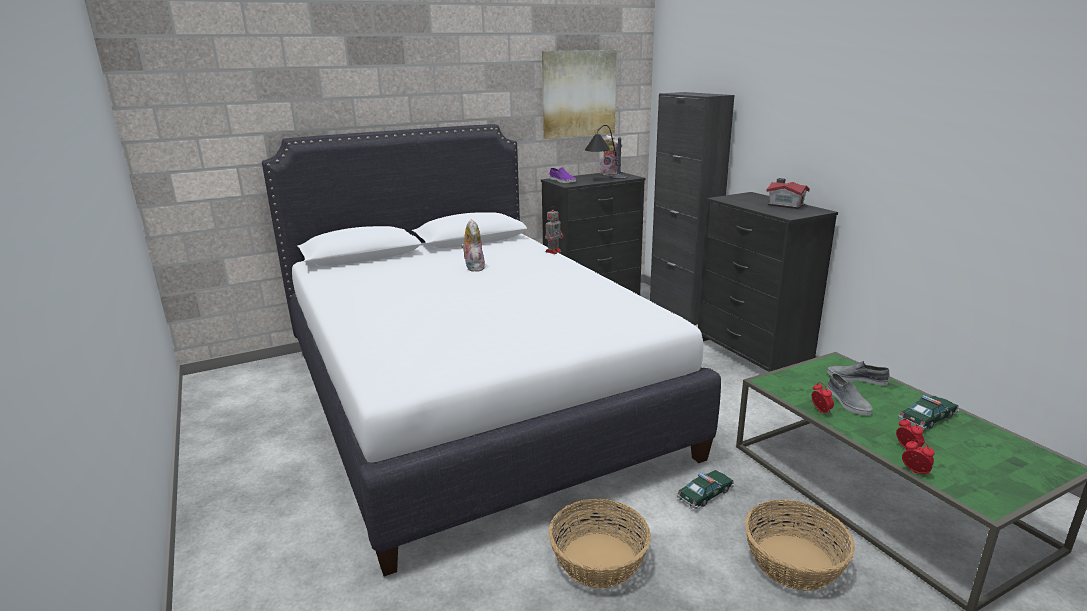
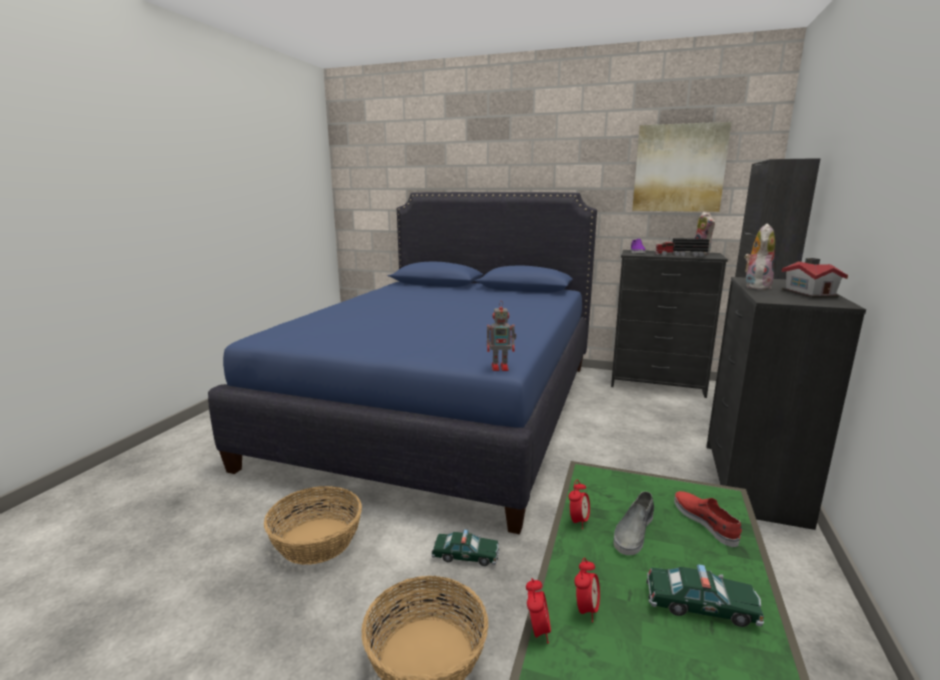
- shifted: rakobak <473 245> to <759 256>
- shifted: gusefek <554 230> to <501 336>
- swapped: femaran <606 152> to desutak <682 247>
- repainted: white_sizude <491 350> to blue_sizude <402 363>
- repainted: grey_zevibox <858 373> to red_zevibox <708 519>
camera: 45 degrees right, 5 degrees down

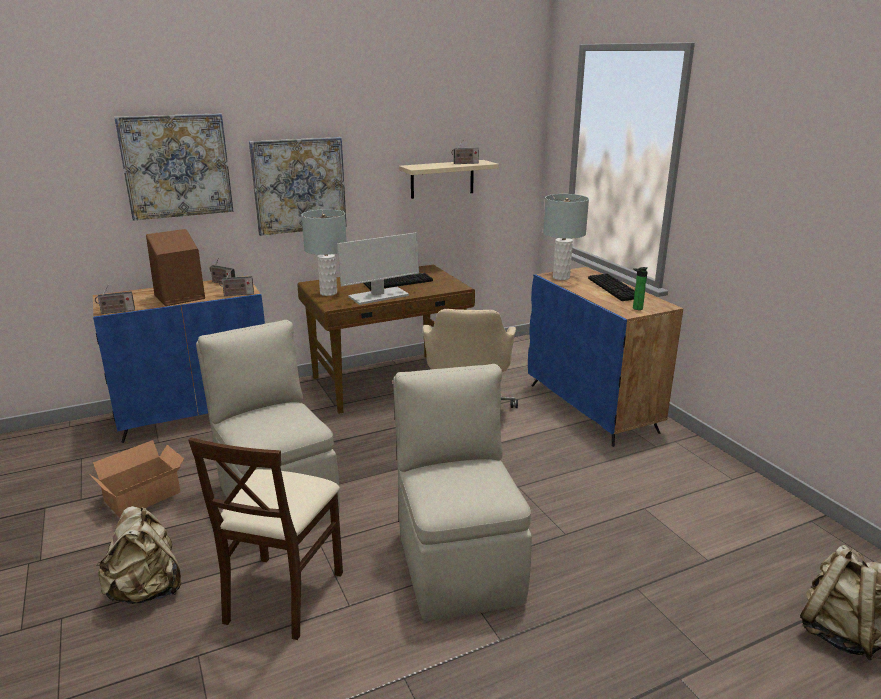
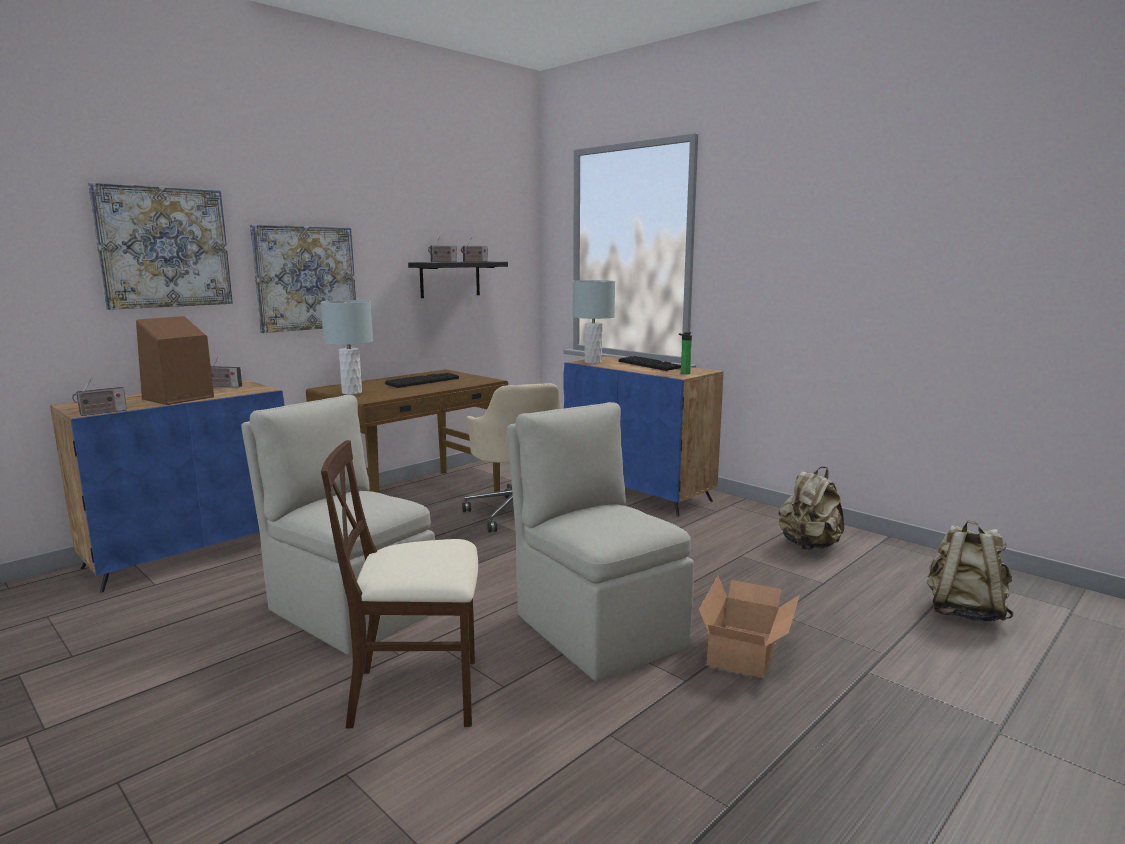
- gone: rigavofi <378 269>
- shifted: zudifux <136 479> to <749 627>
- shifted: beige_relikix <138 555> to <811 508>
- shifted: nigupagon <236 282> to <442 249>
- repainted: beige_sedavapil <449 179> to black_sedavapil <458 280>
- rotated: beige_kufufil <265 538> = <399 584> 90 degrees clockwise
camera: 20 degrees left, 10 degrees down

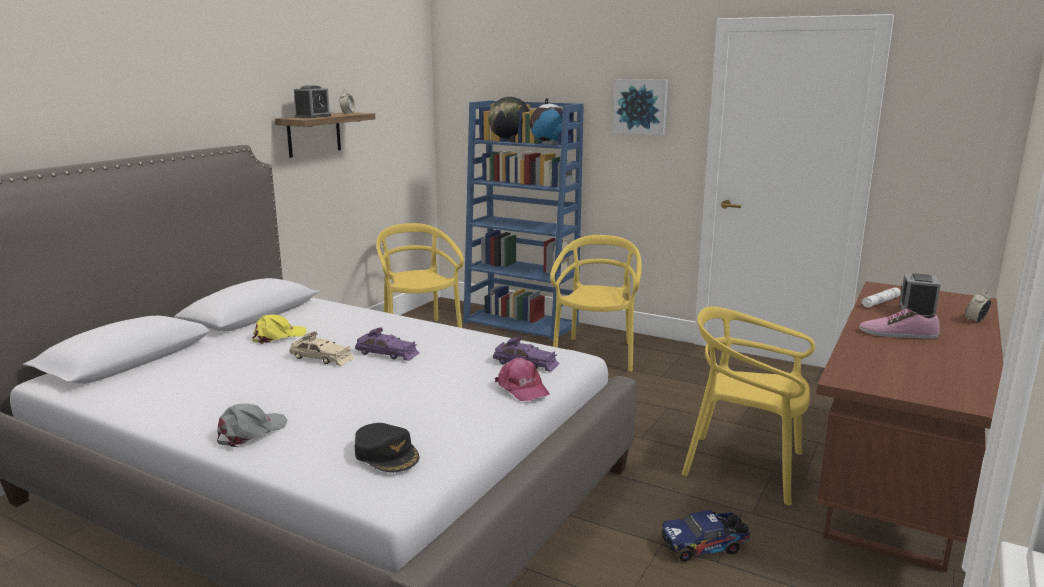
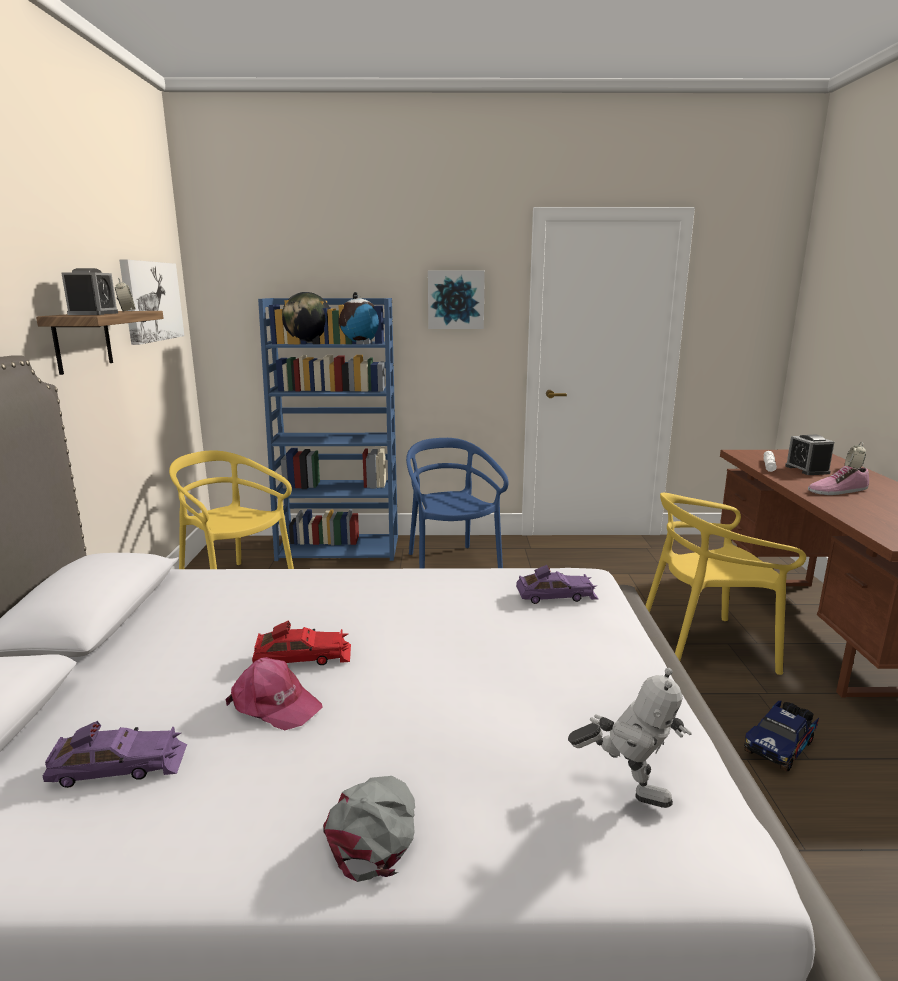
- gone: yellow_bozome <279 329>
- new: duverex <151 302>
- shifted: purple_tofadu <387 344> to <115 754>
- shifted: pink_bozome <522 379> to <273 693>
- swapped: black_bozome <387 447> to gusefek <630 738>
- repainted: beige_tofadu <322 348> to red_tofadu <301 643>
- repainted: yellow_kufufil <596 303> to blue_kufufil <457 503>
camera: 30 degrees left, 0 degrees up

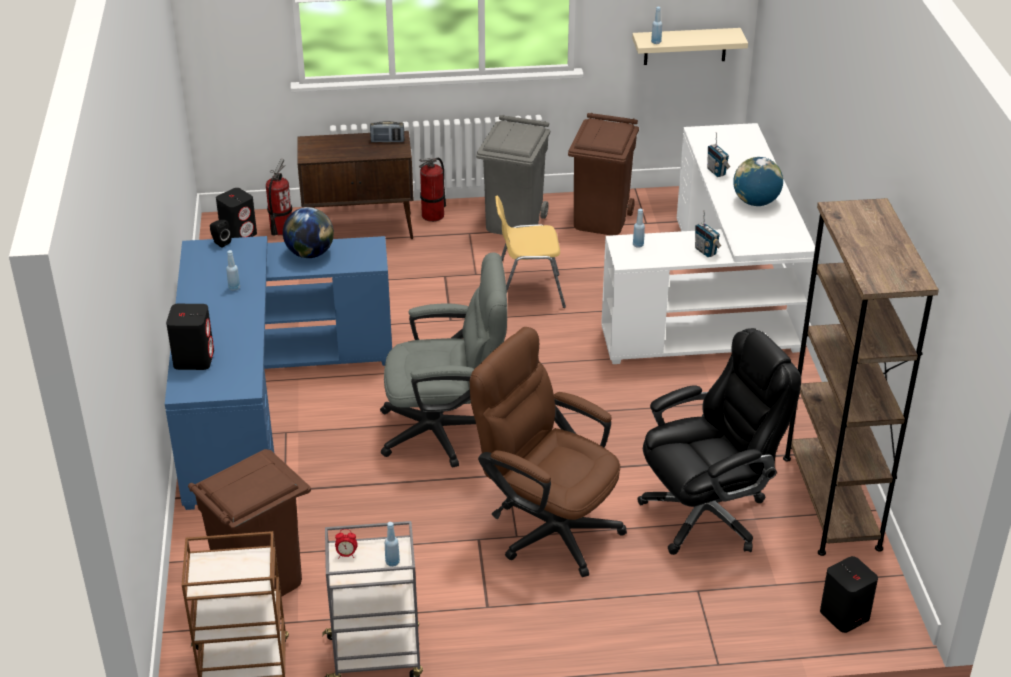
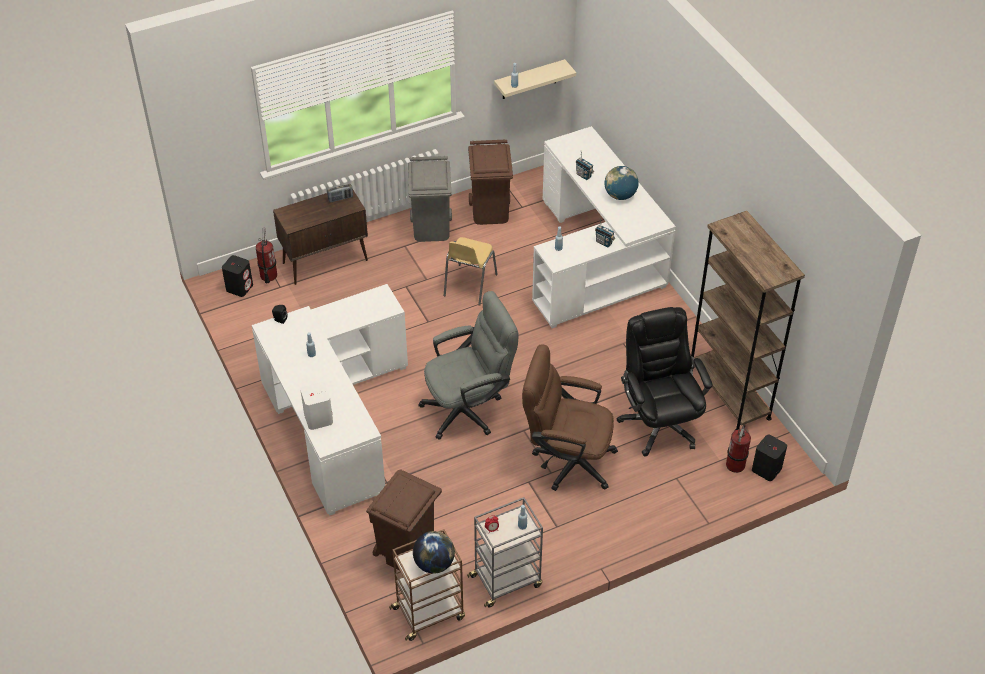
- shifted: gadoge <308 232> to <434 552>
- shifted: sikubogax <432 190> to <738 448>
- repainted: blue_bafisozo <278 373> to white_bafisozo <330 400>
- repainted: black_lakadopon <190 337> to white_lakadopon <316 406>
- rotated: yellow_kufufil <530 252> = <471 271> 45 degrees counterclockwise
- rotated: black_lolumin <719 441> = <665 381> 60 degrees counterclockwise
camera: 20 degrees left, 10 degrees up

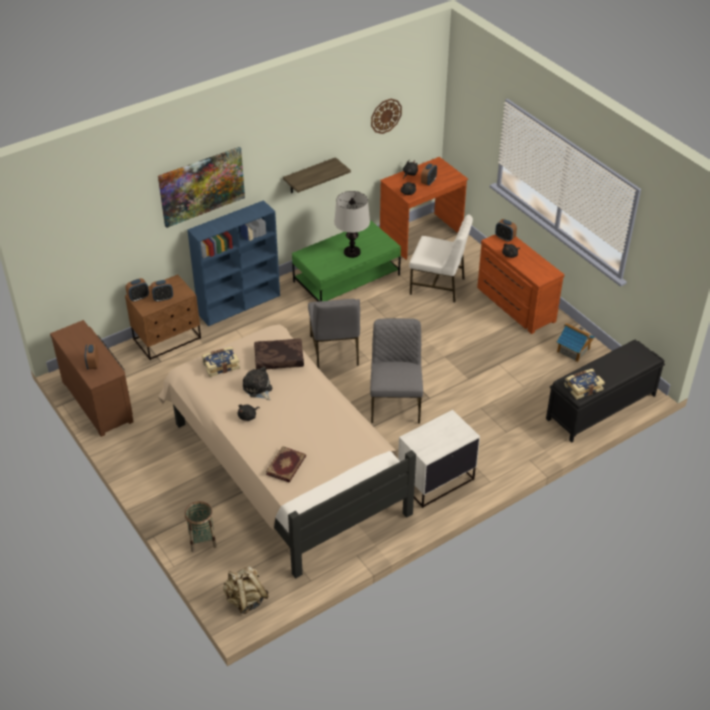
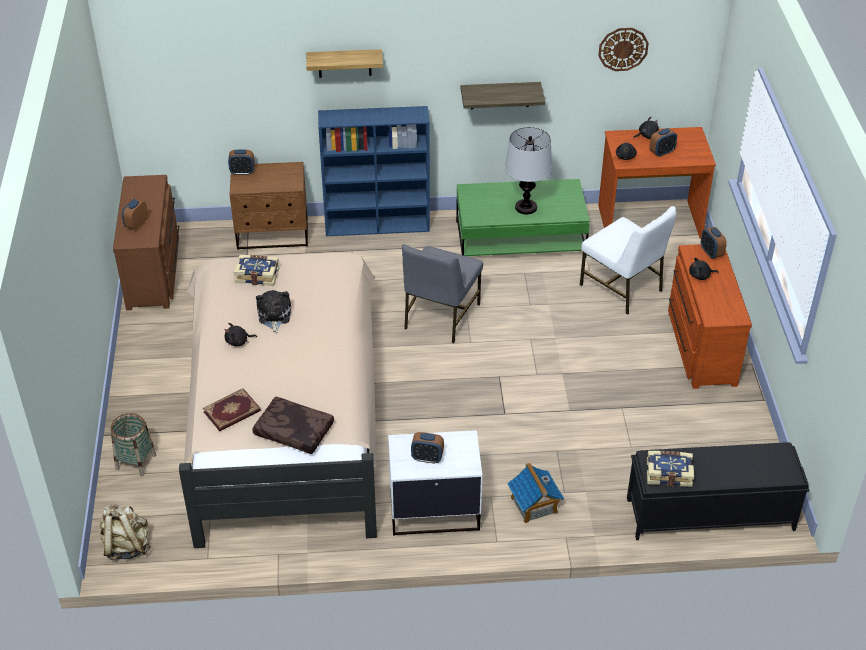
- gone: grey_kufufil <396 370>
- shifted: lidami <162 290> to <427 448>
- shifted: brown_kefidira <279 354> to <293 425>
- shifted: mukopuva <575 342> to <535 492>
- swapped: duverex <201 187> to sedavapil <344 63>
camera: 30 degrees right, 0 degrees up

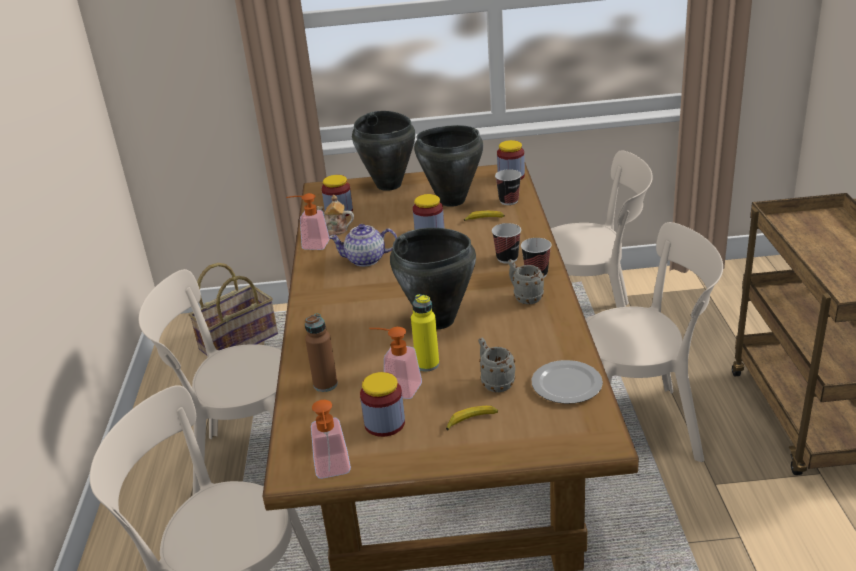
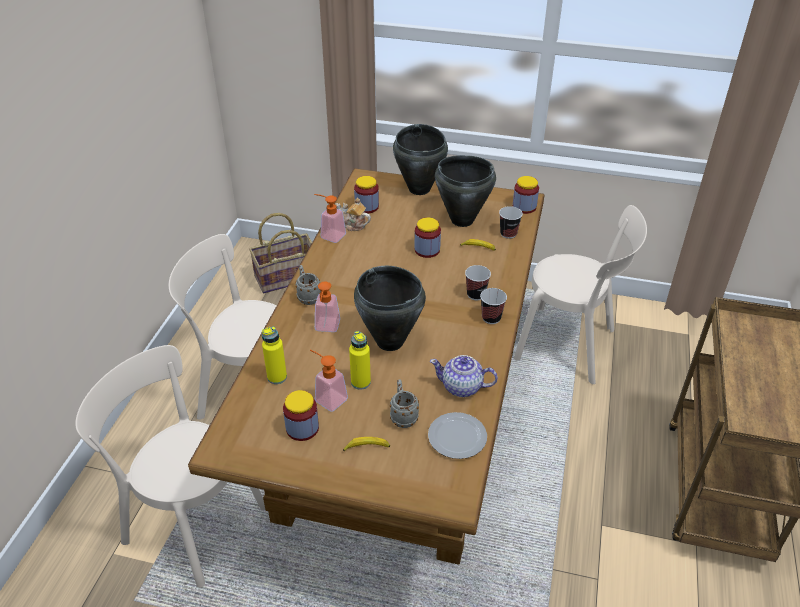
- gone: beige_kufufil <654 342>
- shifted: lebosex <331 439> to <327 306>
- shifted: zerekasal <362 245> to <464 376>
- shifted: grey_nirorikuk <526 281> to <308 285>
- repainted: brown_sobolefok <321 352> to yellow_sobolefok <274 355>
camera: 15 degrees right, 10 degrees up

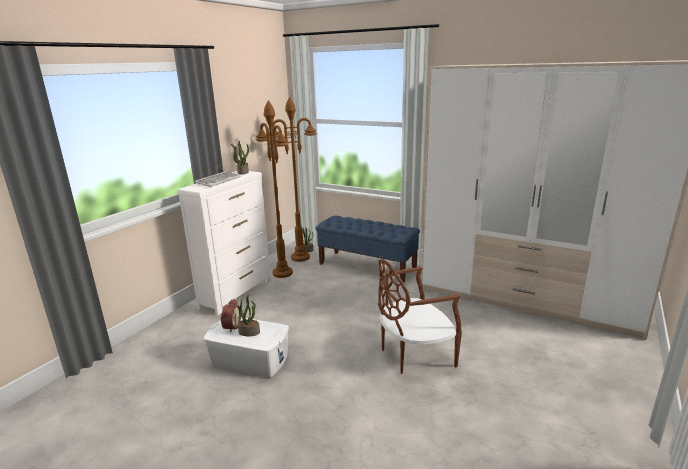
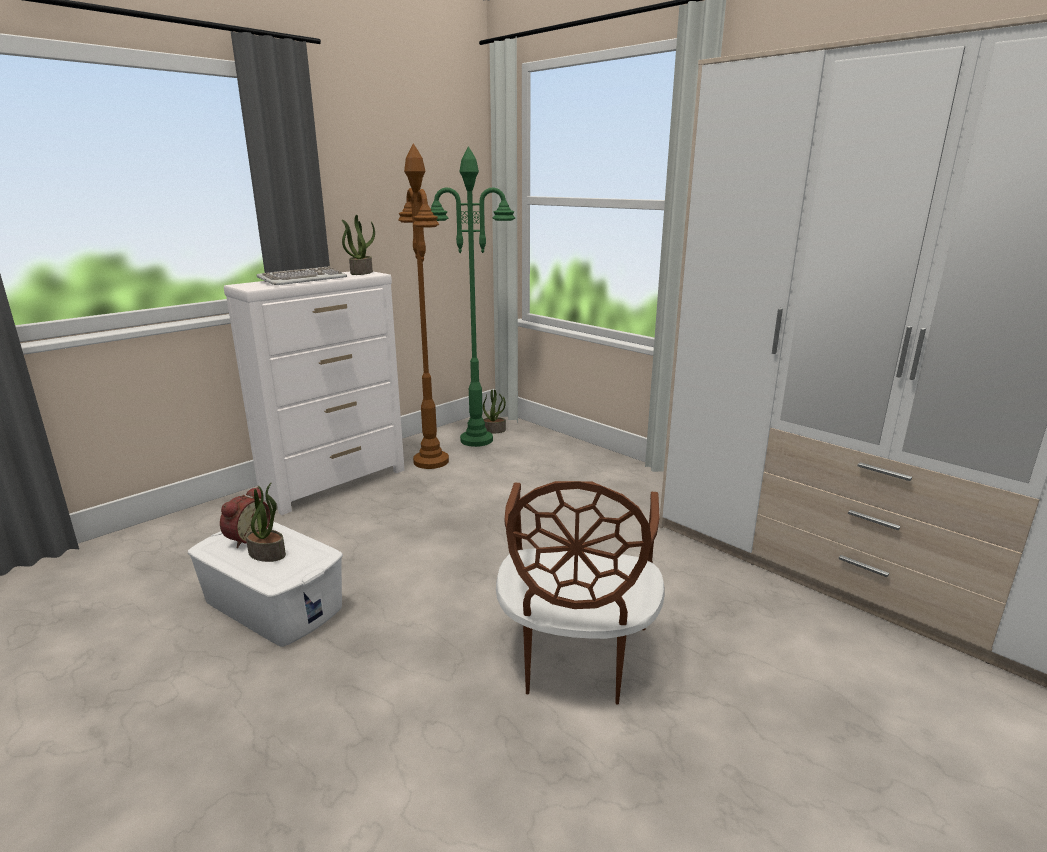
- gone: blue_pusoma <368 248>
- repainted: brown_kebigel <293 179> to green_kebigel <472 296>
- rotated: brown_kufufil <420 316> = <580 593> 75 degrees counterclockwise
camera: 15 degrees right, 0 degrees up

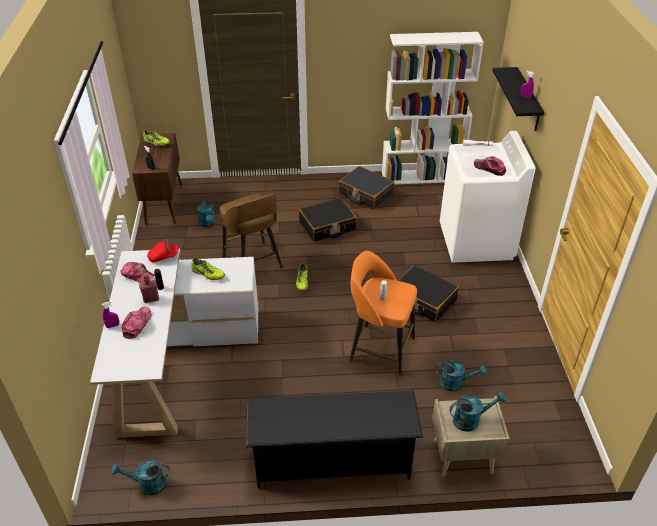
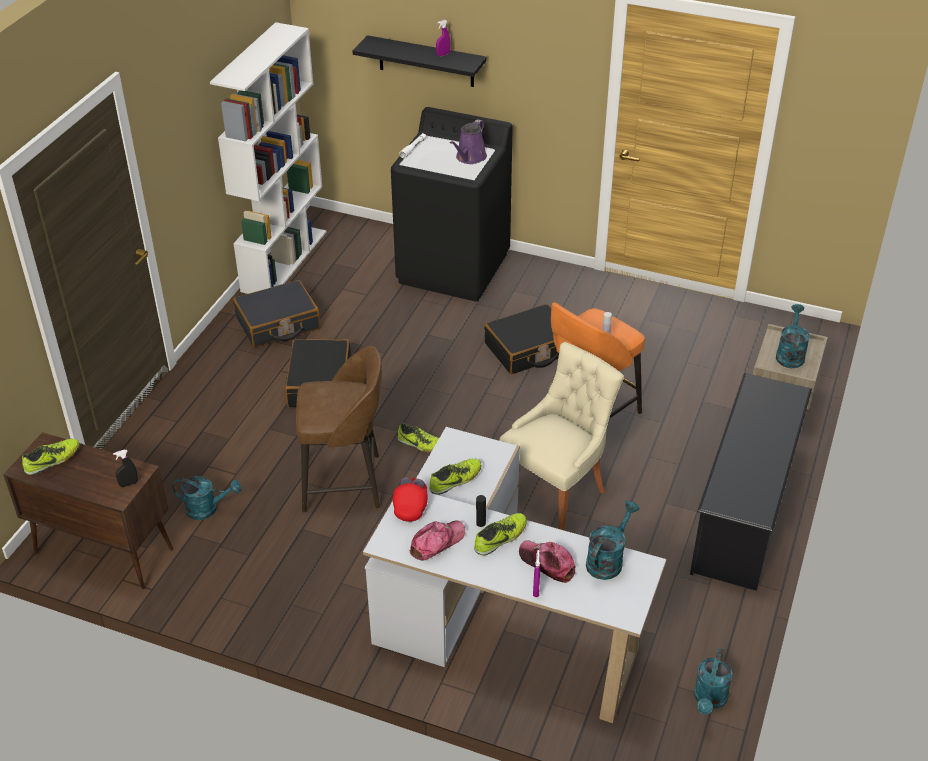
- new: beige_kufufil <561 436>
- shifted: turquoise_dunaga <461 375> to <612 540>
- swapped: red_sobolefok <149 289> to zevibox <500 534>
- swapped: bozome <490 166> to purple_dunaga <468 141>
- repainted: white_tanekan <488 197> to black_tanekan <452 204>
camera: 65 degrees left, 0 degrees up

